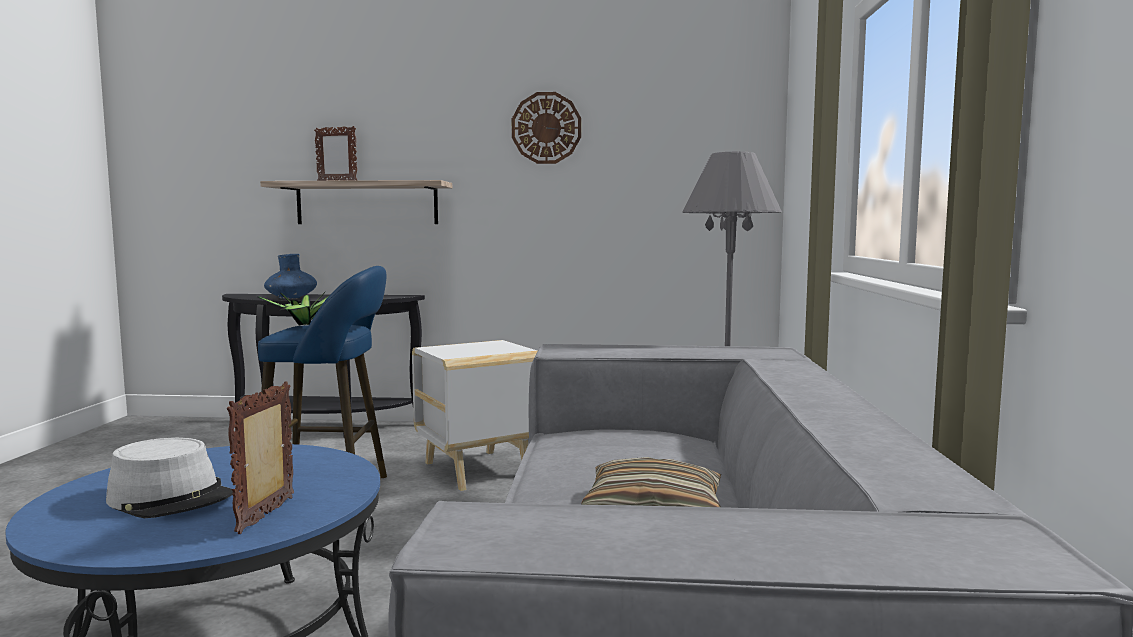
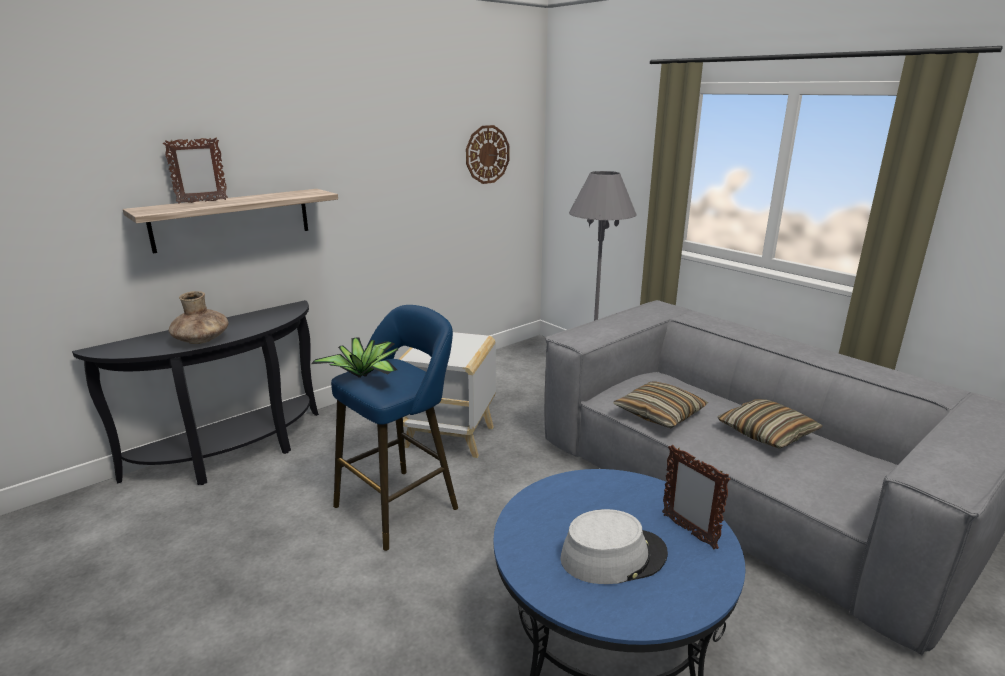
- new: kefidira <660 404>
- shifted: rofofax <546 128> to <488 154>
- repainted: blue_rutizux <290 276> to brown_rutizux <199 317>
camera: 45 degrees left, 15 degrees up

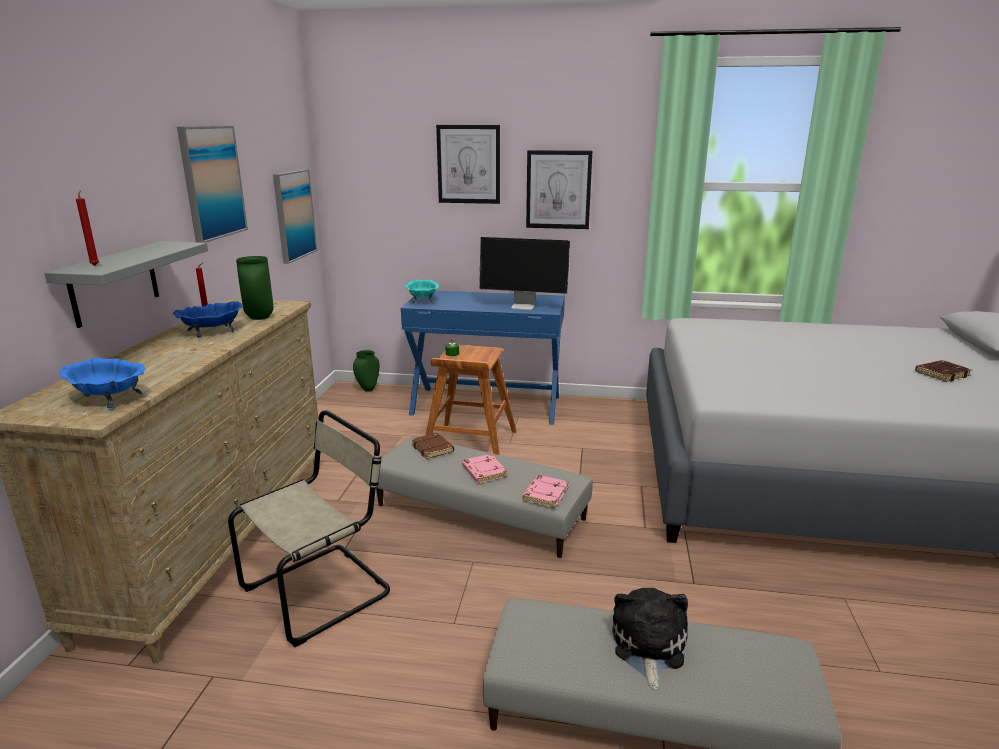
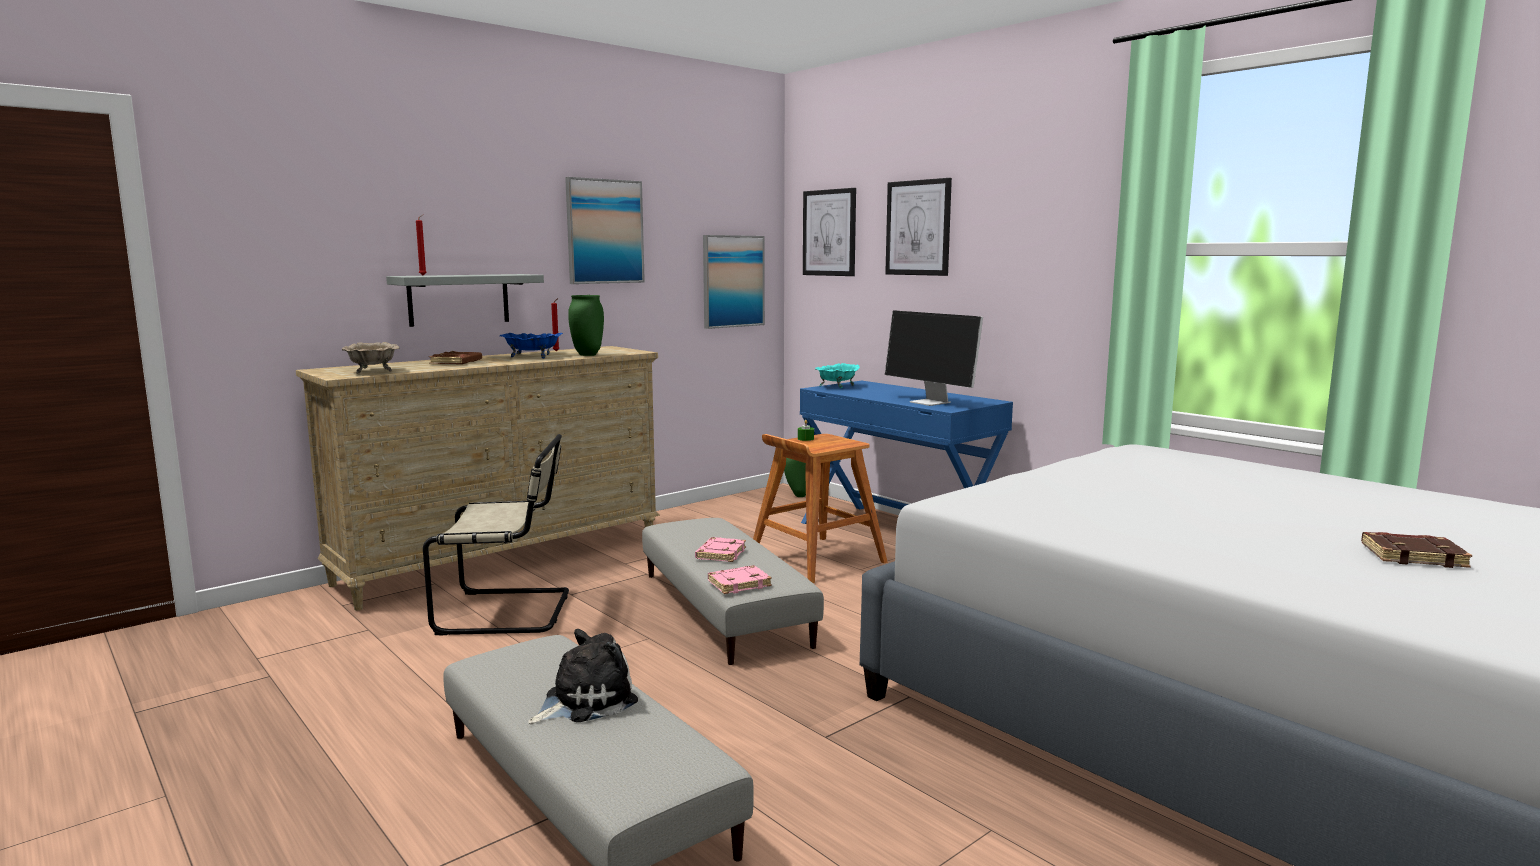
- shifted: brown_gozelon <432 446> to <455 357>
- shifted: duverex <559 189> to <829 232>
- repainted: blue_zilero <102 383> to beige_zilero <371 358>
camera: 40 degrees right, 10 degrees down

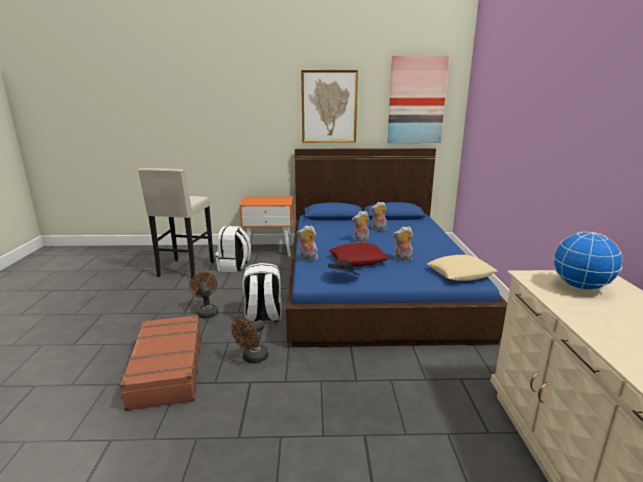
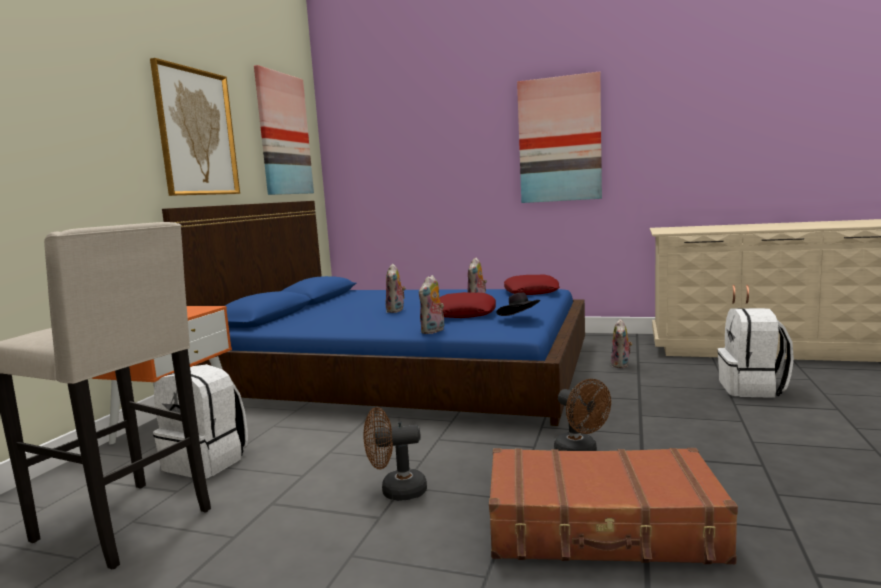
- gone: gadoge <588 260>
- new: duverex <559 137>
- shifted: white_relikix <262 293> to <755 353>
- shifted: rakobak <378 216> to <622 343>
- repainted: beige_kefidira <462 268> to red_kefidira <531 285>
camera: 70 degrees left, 10 degrees down

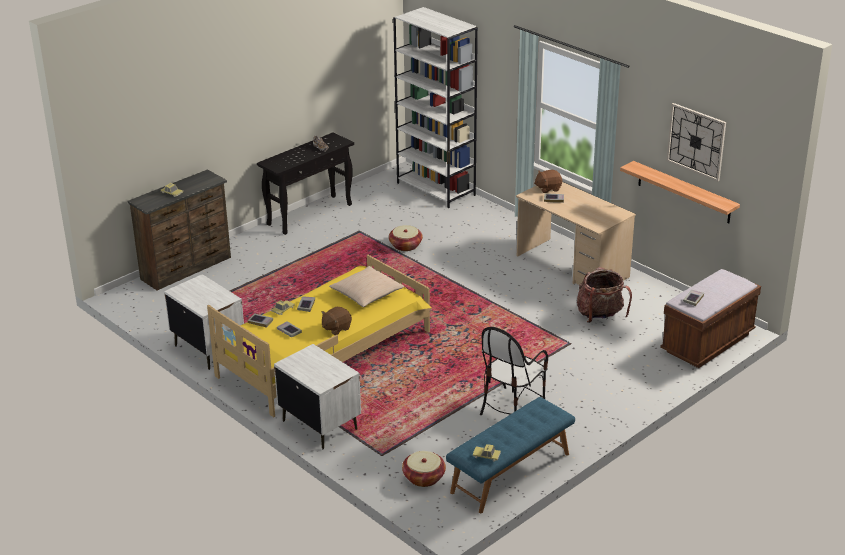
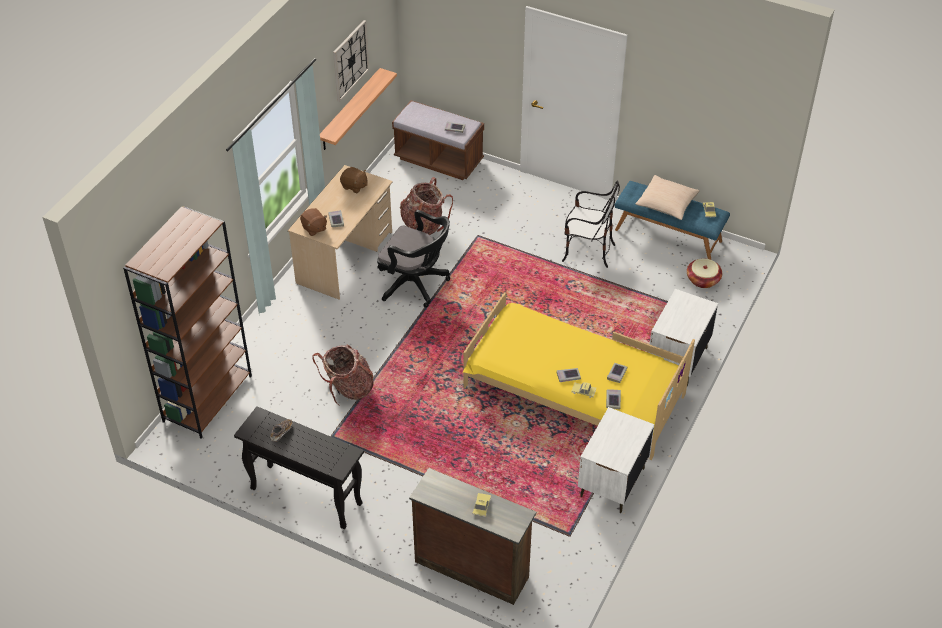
- new: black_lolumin <413 259>
- shifted: brown_rakobak <337 321> to <354 180>
- shifted: beige_kefidira <366 286> to <668 197>
- swapped: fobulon <406 238> to relikix <343 374>
- repainted: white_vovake <435 107> to brown_vovake <187 322>
camera: 110 degrees left, 15 degrees up

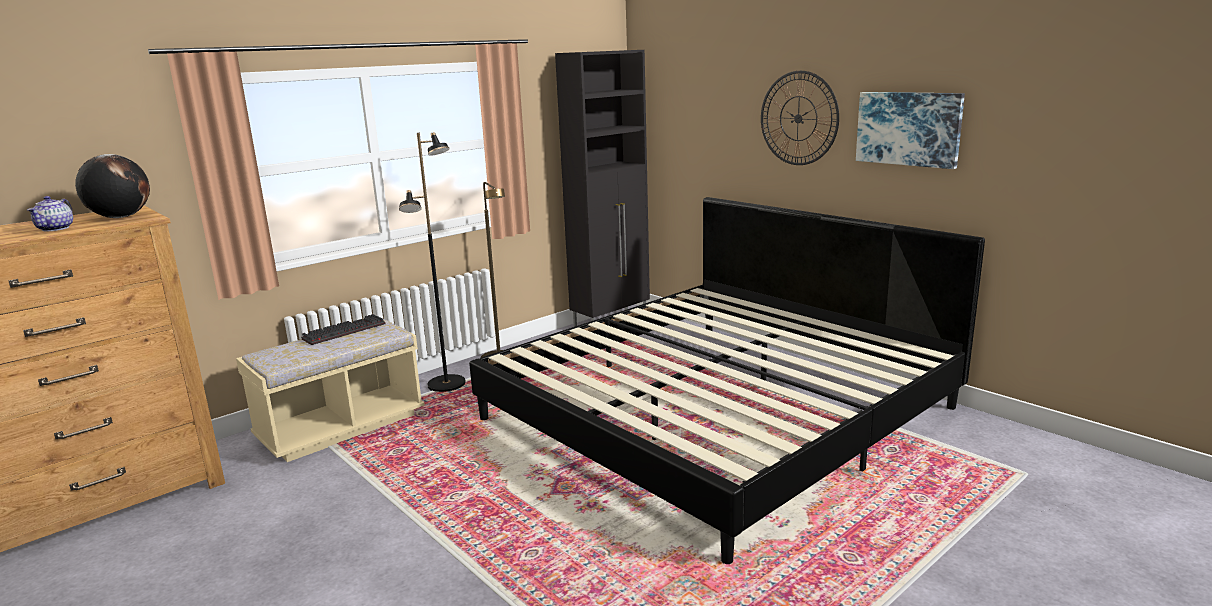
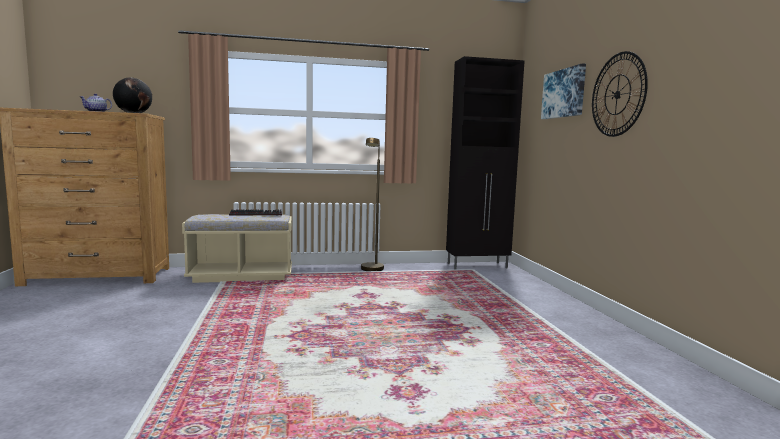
- gone: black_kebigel <432 262>
- gone: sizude <727 380>
- shifted: duverex <910 130> to <563 91>
camera: 30 degrees right, 10 degrees down

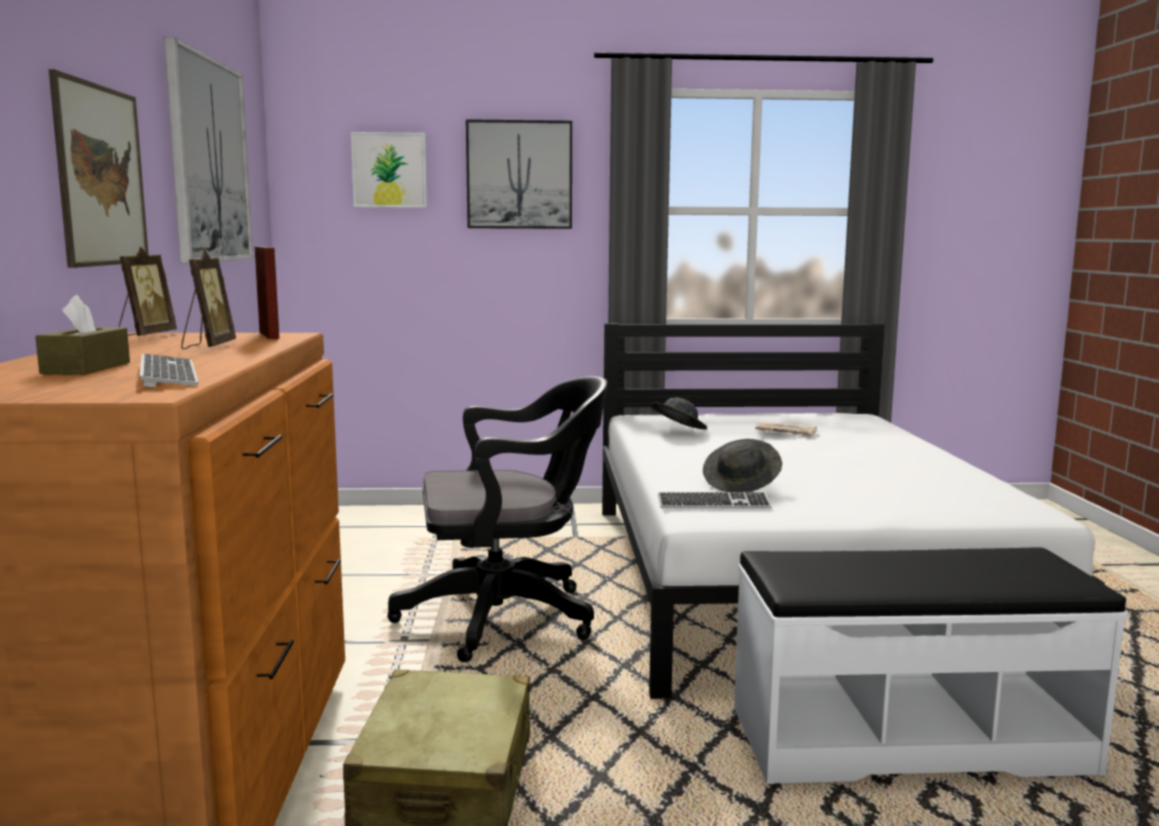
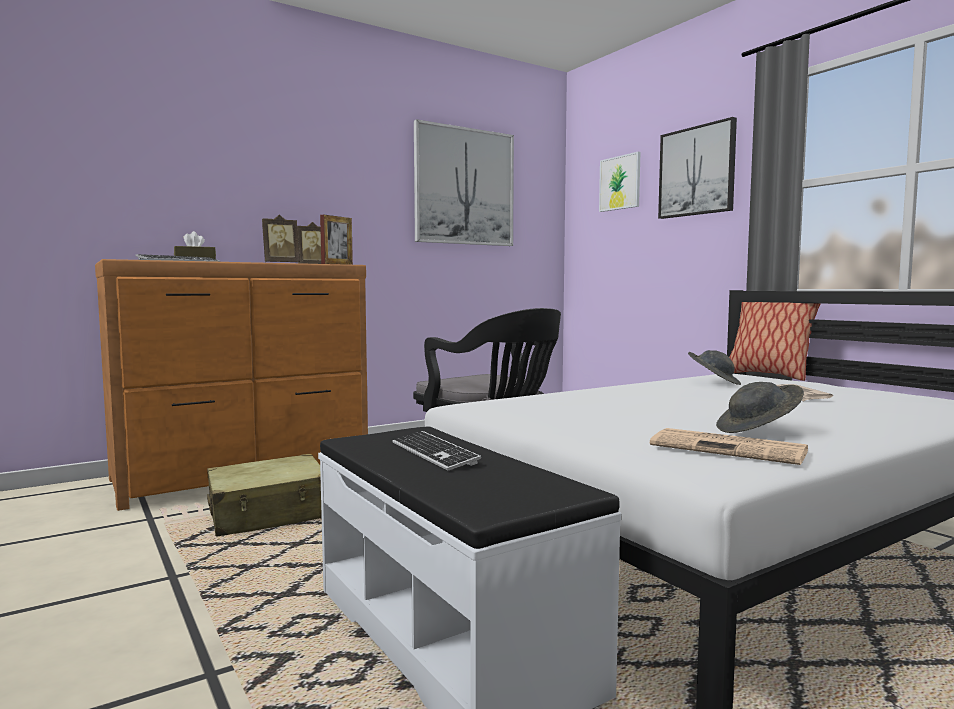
- gone: duverex <99 168>
- new: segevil <729 446>
- new: kefidira <775 341>
- shifted: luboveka <715 500> to <436 450>
- shifted: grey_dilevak <742 465> to <760 407>
camera: 60 degrees right, 5 degrees down

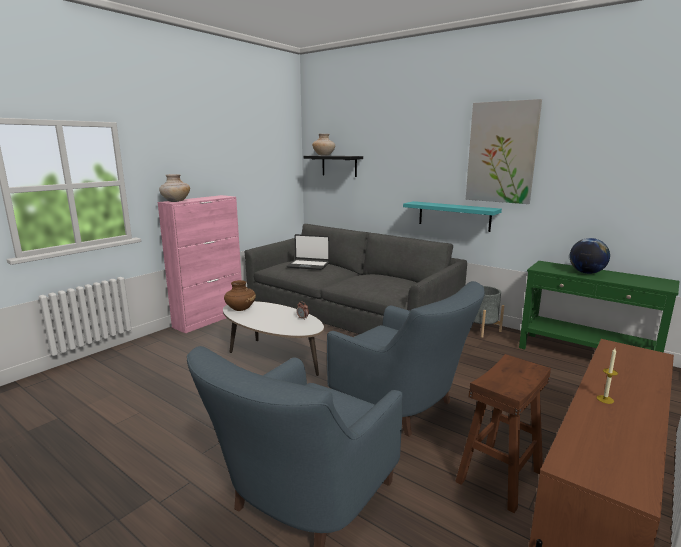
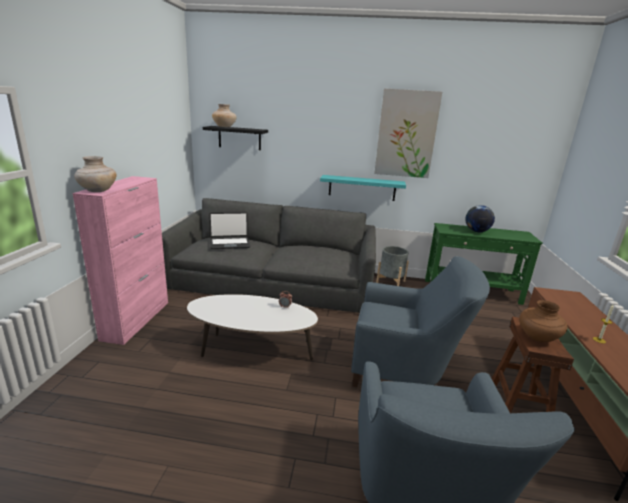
- shifted: brown_rutizux <240 295> to <543 321>
camera: 30 degrees left, 5 degrees up

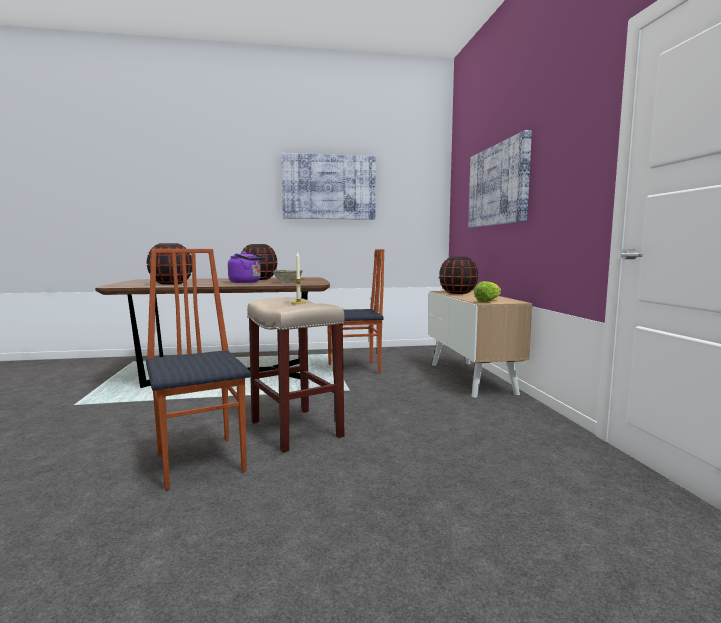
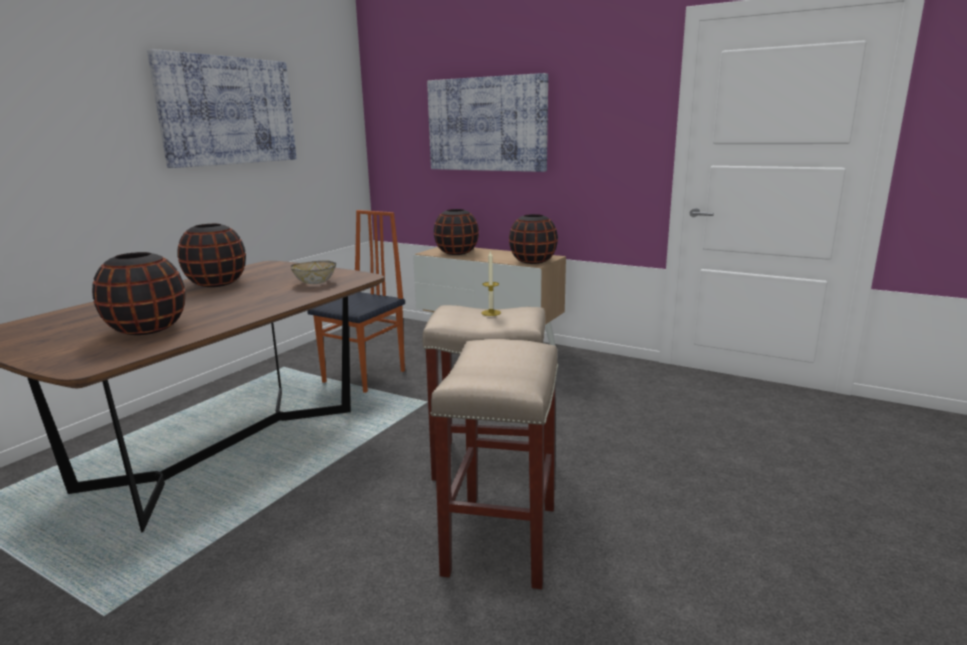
- gone: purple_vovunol <247 267>
- swapped: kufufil <198 369> to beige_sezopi <494 464>
- swapped: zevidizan <487 291> to black_rutizux <533 239>
camera: 50 degrees left, 10 degrees up

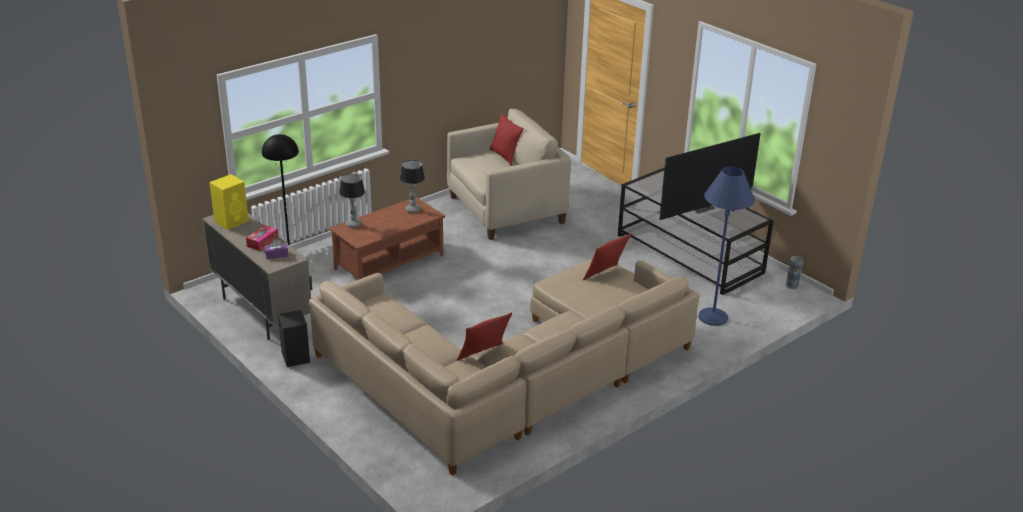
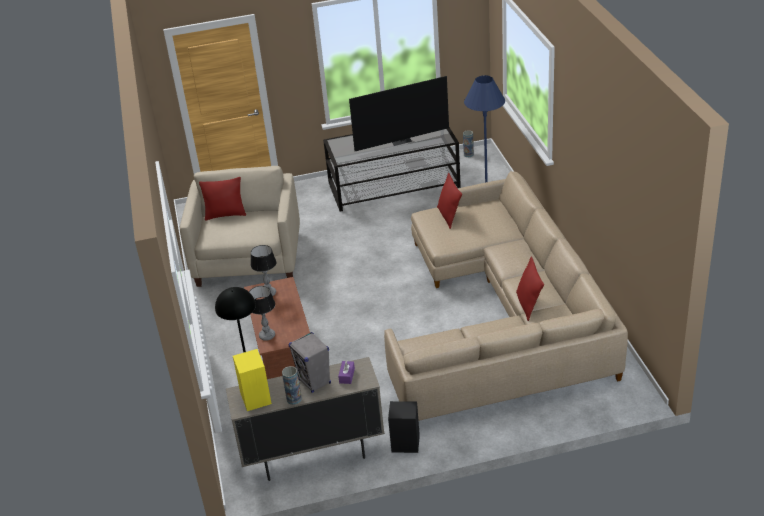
- new: rutizux <292 385>
- swapped: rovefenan <262 238> to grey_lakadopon <309 362>
- rotated: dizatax <710 176> = <399 113> 75 degrees clockwise
camera: 60 degrees left, 5 degrees up

